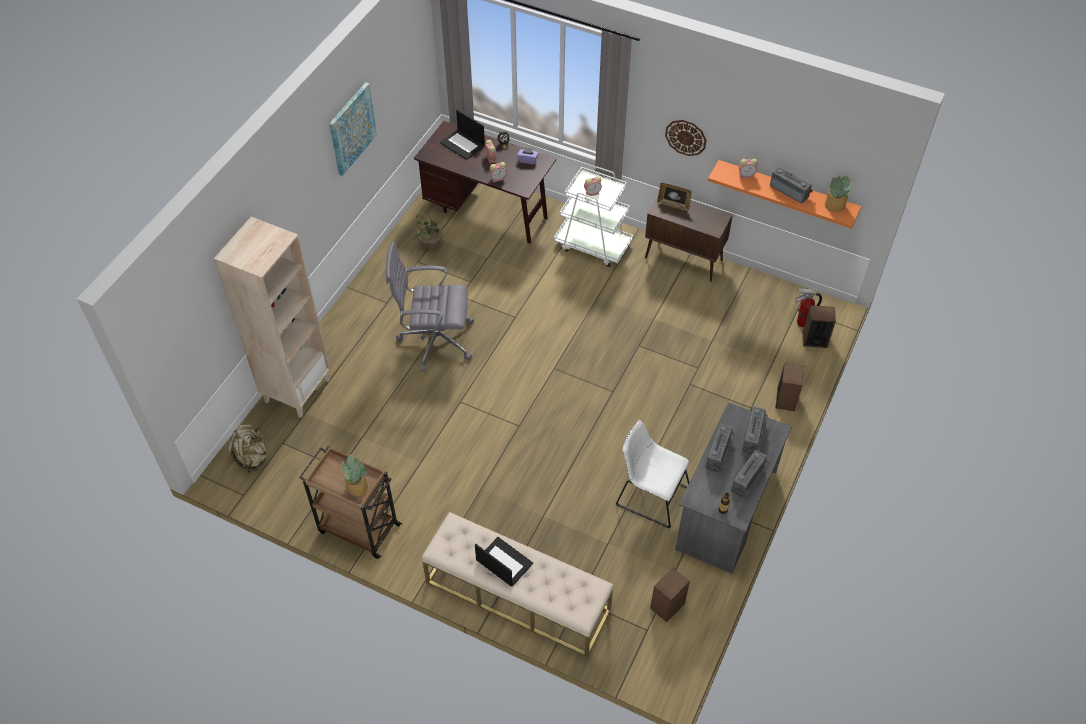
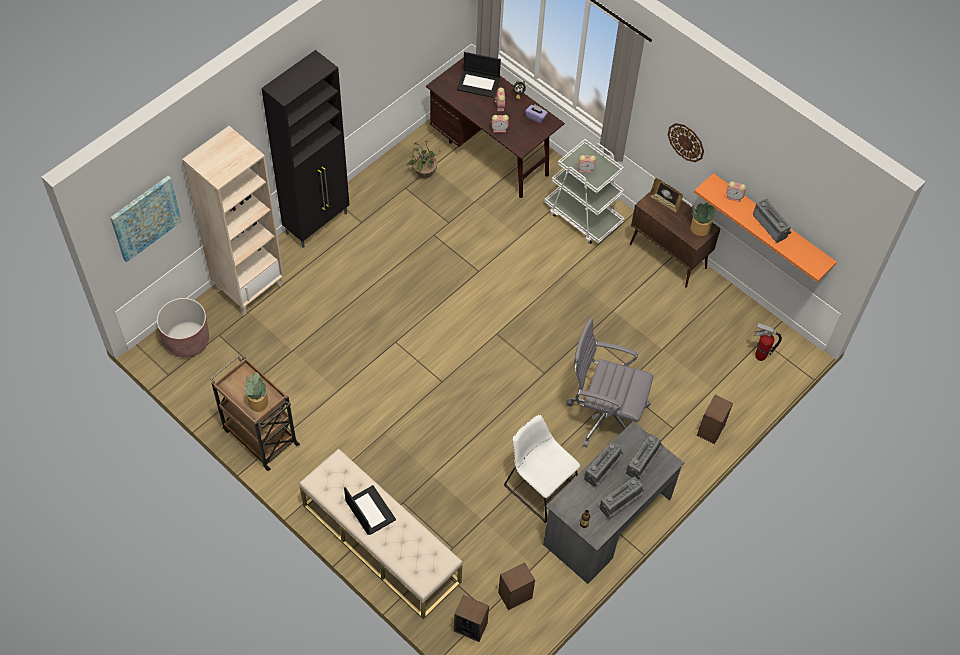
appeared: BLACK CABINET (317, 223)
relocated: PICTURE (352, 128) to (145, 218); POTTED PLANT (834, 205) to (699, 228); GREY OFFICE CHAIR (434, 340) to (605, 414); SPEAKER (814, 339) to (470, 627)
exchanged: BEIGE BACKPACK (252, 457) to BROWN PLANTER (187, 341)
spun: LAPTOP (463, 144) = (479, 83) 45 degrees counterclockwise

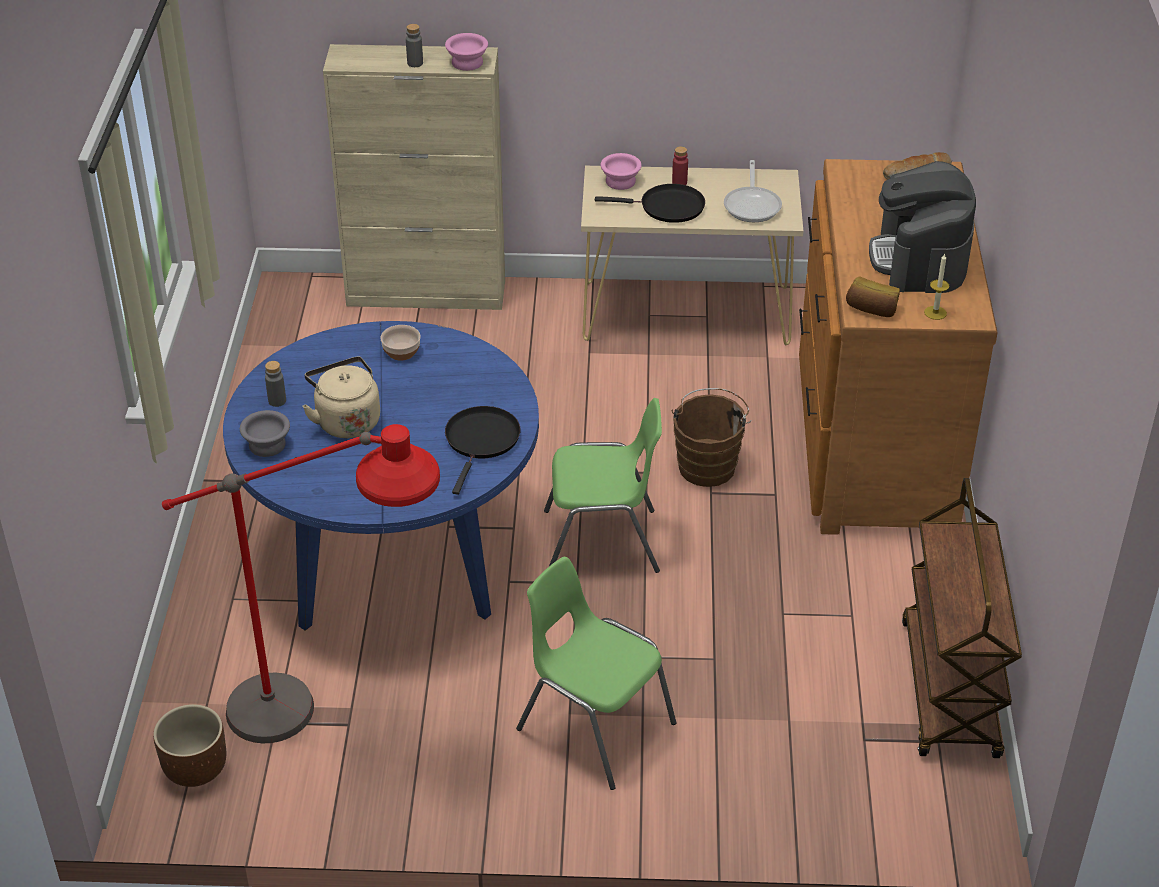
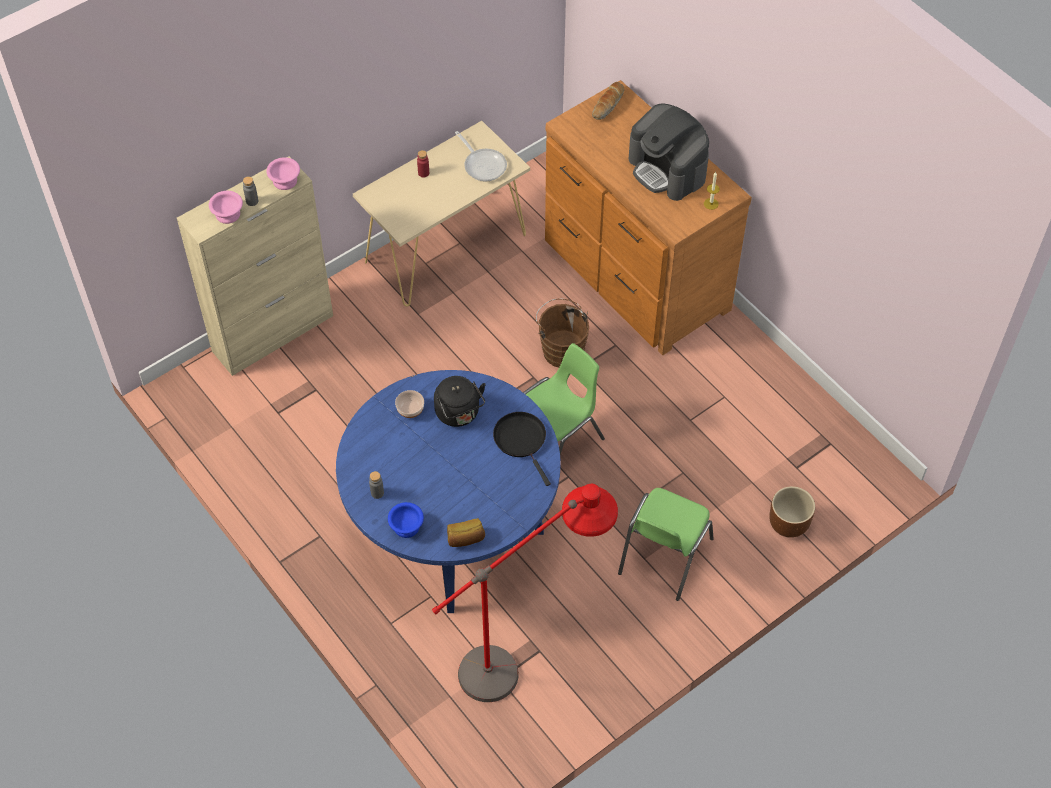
missing: BLACK FRYING PAN (667, 207); BEIGE KETTLE (346, 420); BROWN CART (950, 690)
appeared: BLACK KETTLE (459, 414)
relocated: PINK BOWL (620, 182) to (228, 215); BREAD (871, 309) to (466, 539); BROWN PLANTER (195, 769) to (788, 524)
colour: GREY BOWL (269, 445) to BLUE BOWL (407, 526)
spun: GREEN CHAIR (593, 726) = (663, 557) 60 degrees counterclockwise

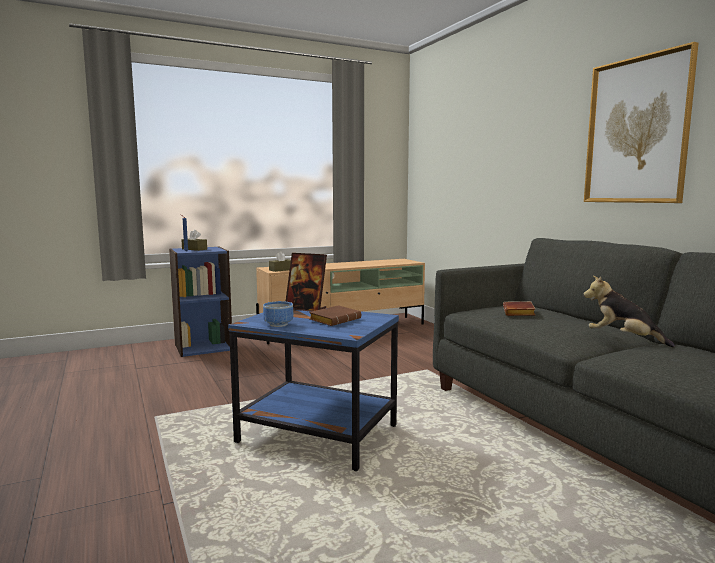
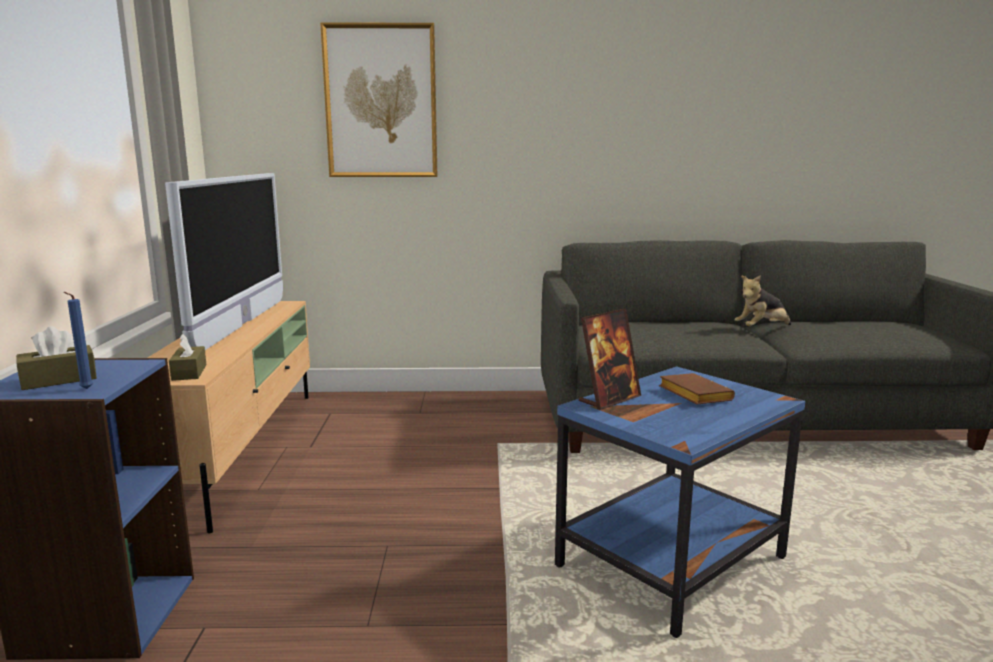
missing: BOWL (277, 324); BROWN BOOK (520, 313)
appeared: TELEVISION (242, 324)
relocated: PICTURE (636, 131) to (381, 102)

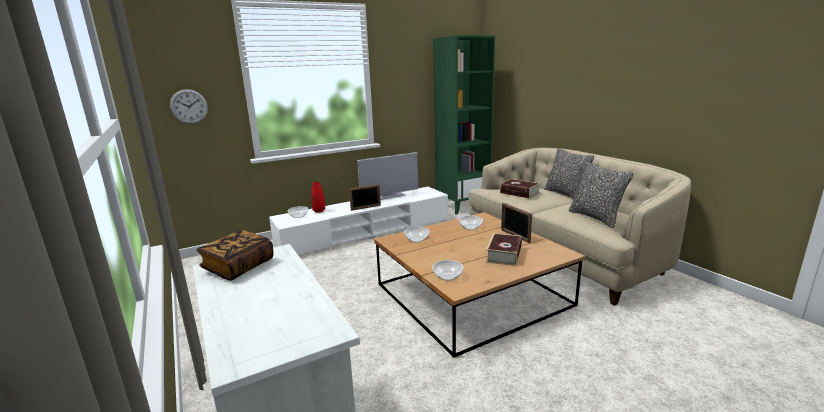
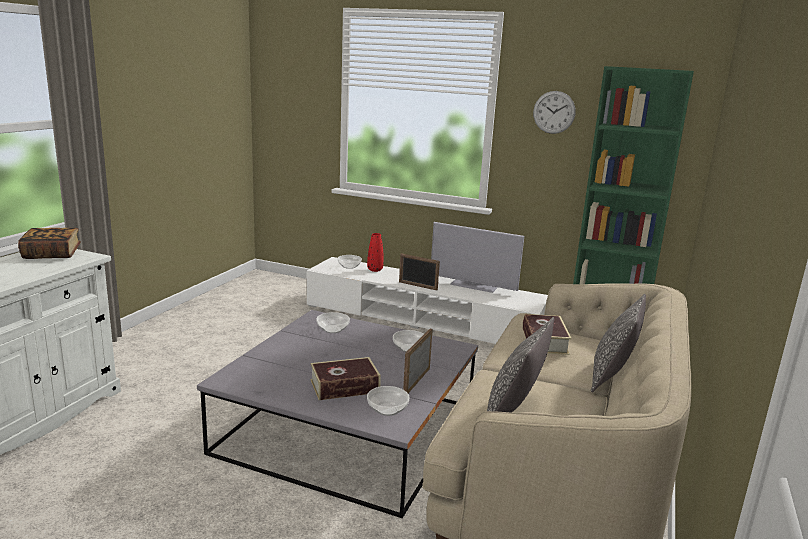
relocated: WALL CLOCK (189, 106) to (554, 112); BOWL (447, 277) to (387, 410)
colour: BROWN COFFEE TABLE (472, 294) to GREY COFFEE TABLE (348, 428)

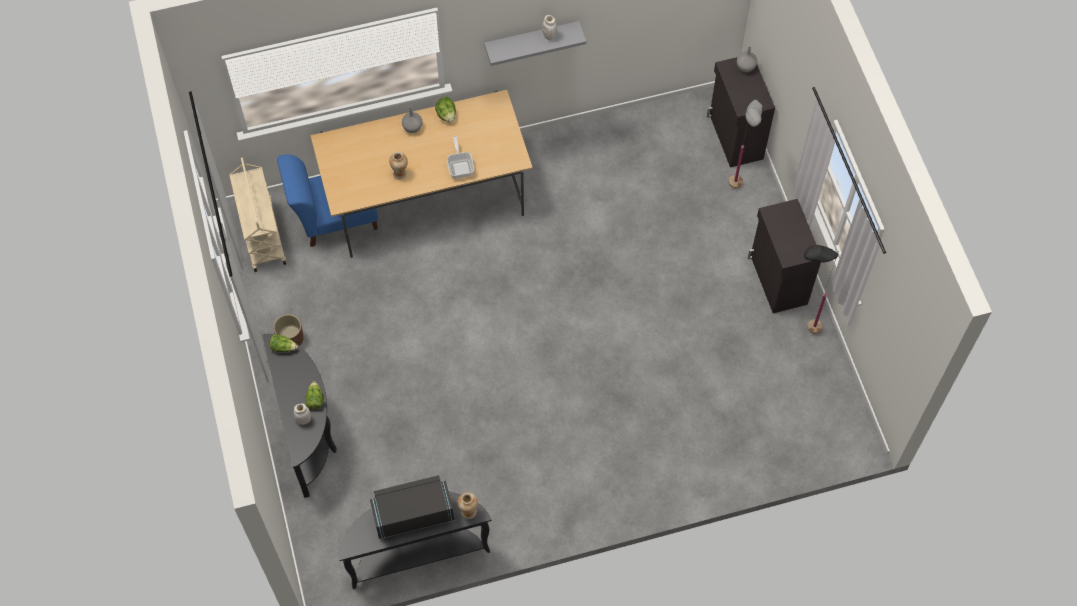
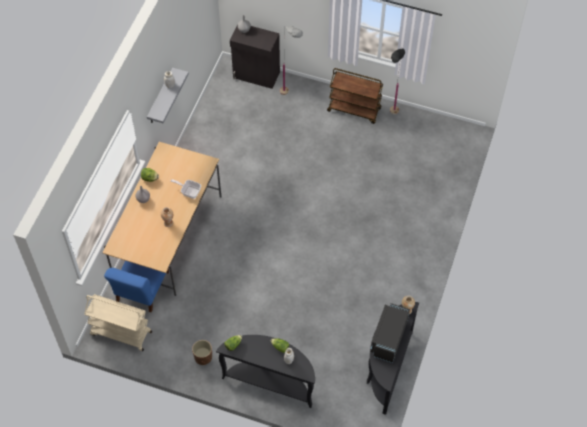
exchanged: BLACK CABINET (777, 280) to BROWN CART (354, 110)

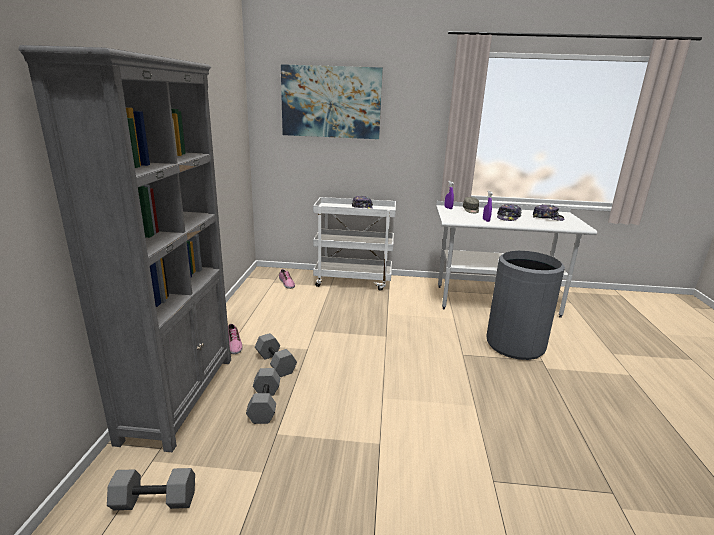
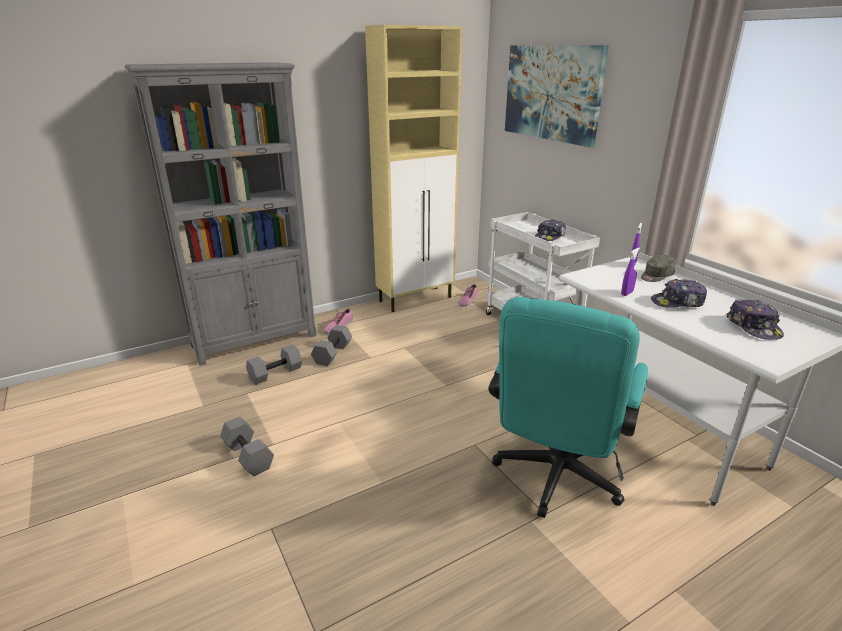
appeared: BEIGE CABINET (416, 299)
relocated: GREY DUMBBELL (156, 500) to (249, 456)
exchanged: GREY TRASH CAN (515, 345) to TURQUOISE OFFICE CHAIR (555, 479)

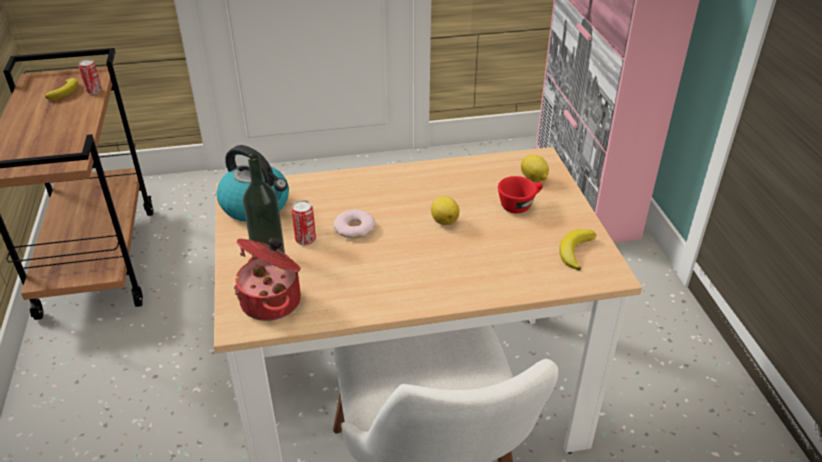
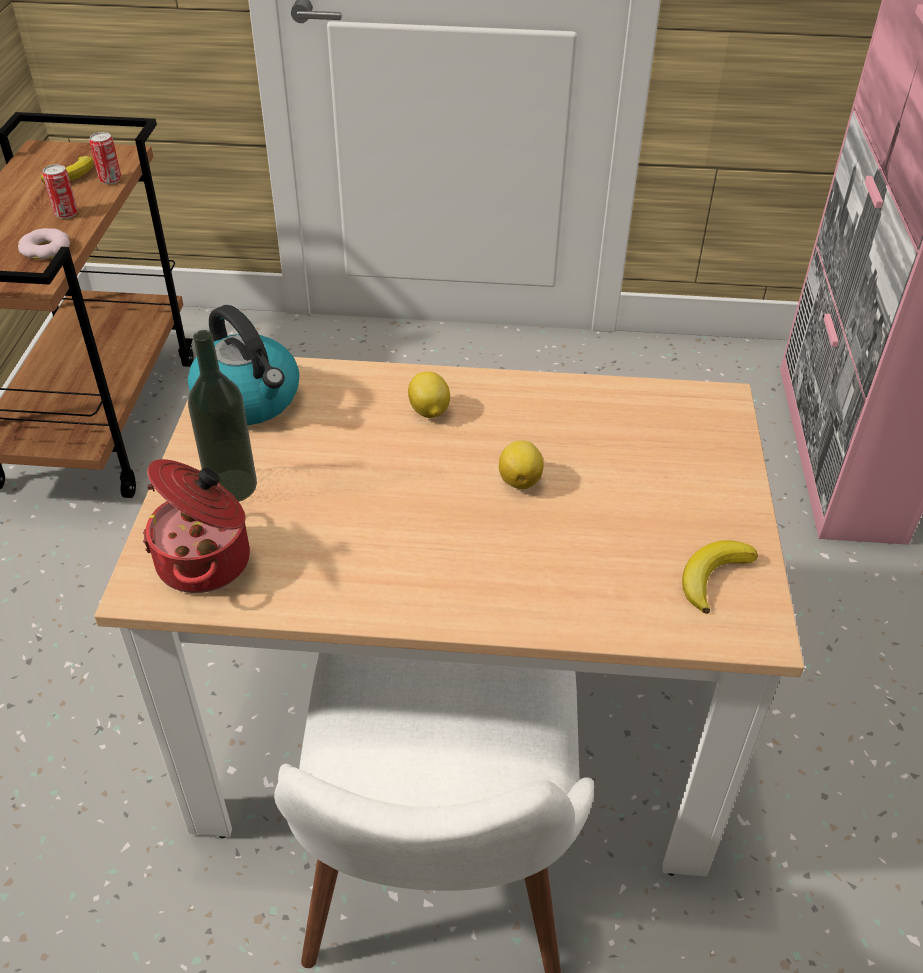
missing: RED CUP (519, 205)
relocated: LEMON (534, 179) to (429, 412); CAN (305, 240) to (66, 213); DONUT (354, 228) to (46, 249)

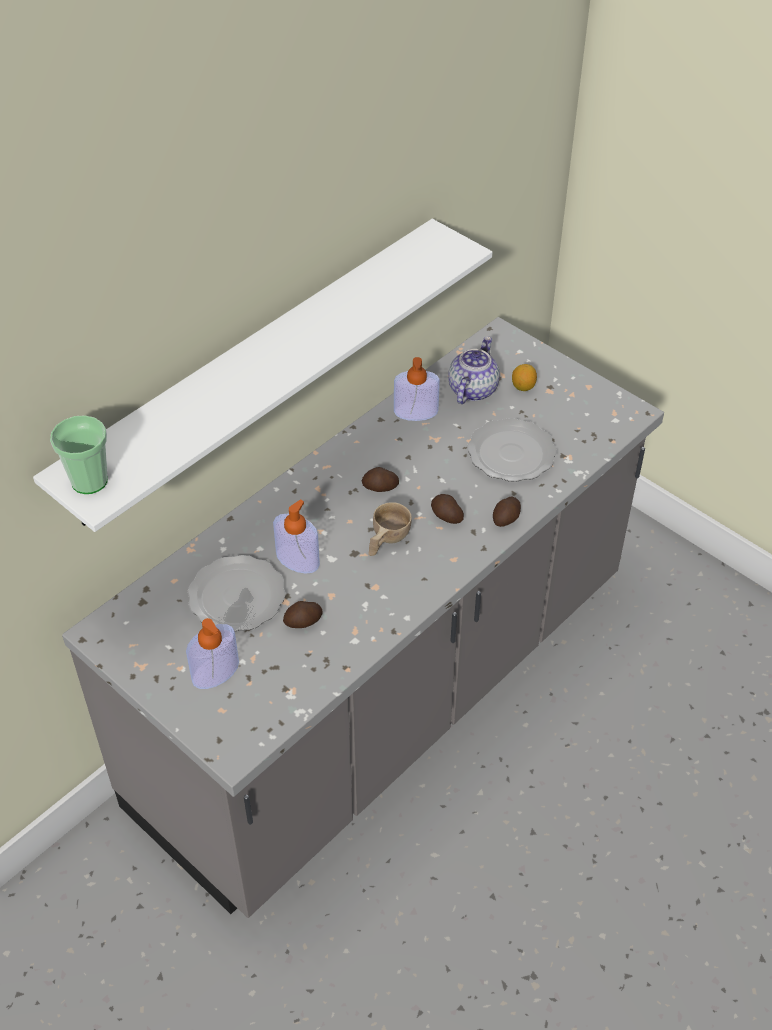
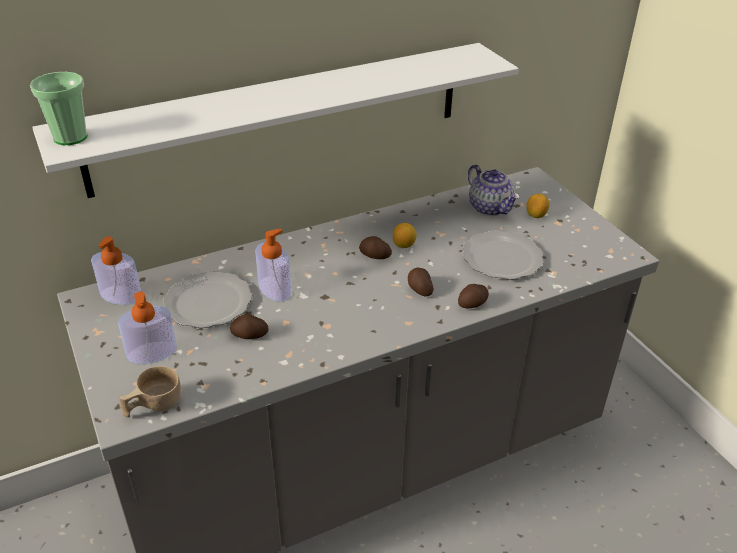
appeared: LEMON (404, 245)
relocated: SOAP DISPENSER (416, 412) to (121, 295); BEIGE CUP (386, 541) to (153, 406)
spun: TEAPOT (472, 389) = (490, 208) 105 degrees clockwise

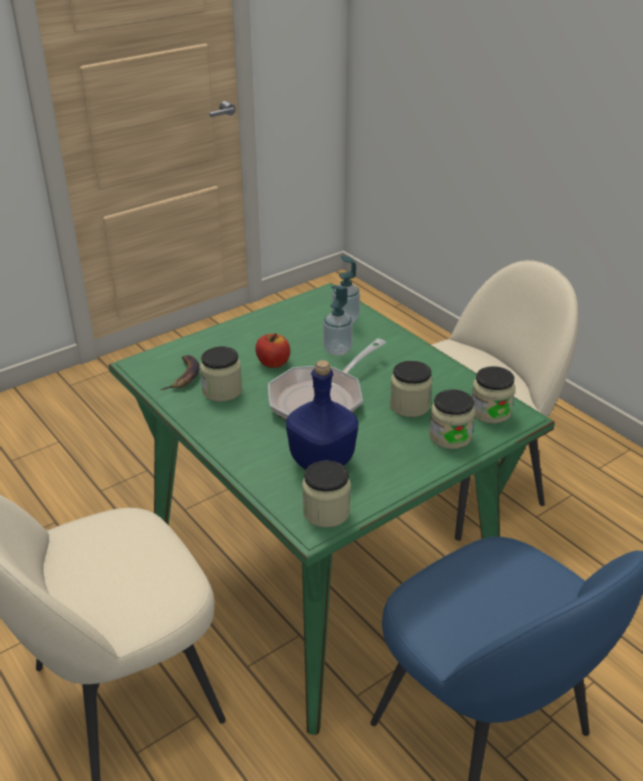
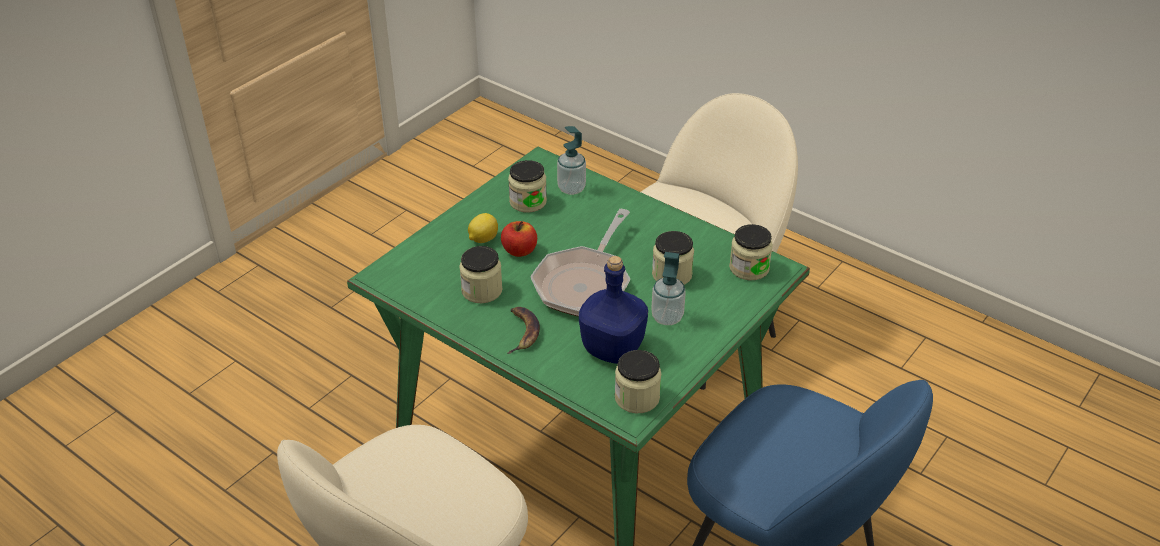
appeared: LEMON (482, 239)
relocated: SOAP DISPENSER (337, 350) to (667, 317); BANANA (183, 376) to (522, 332); JAR (450, 436) to (528, 202)

